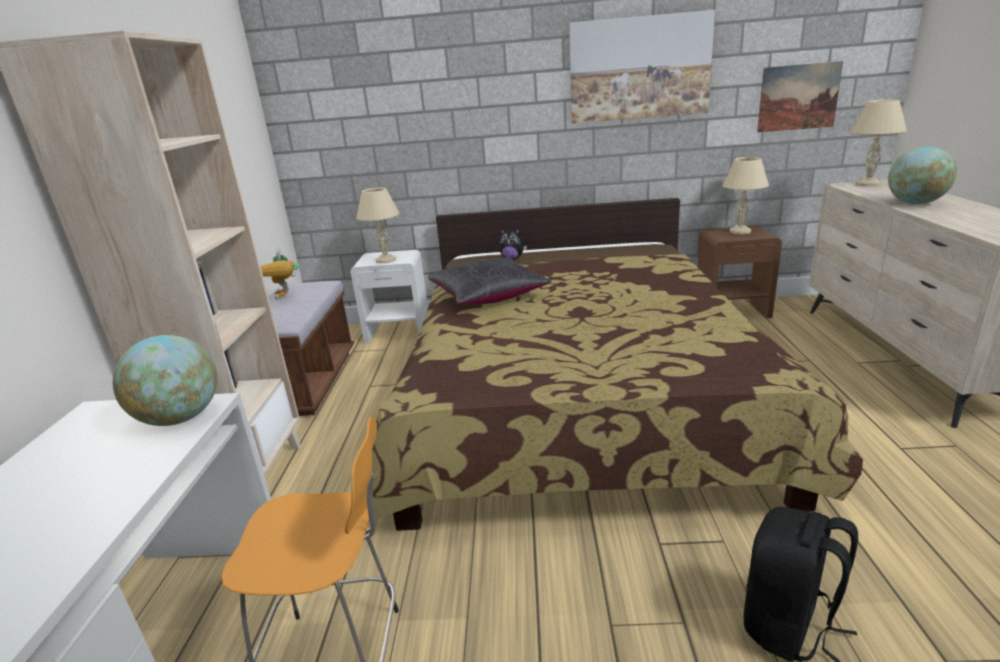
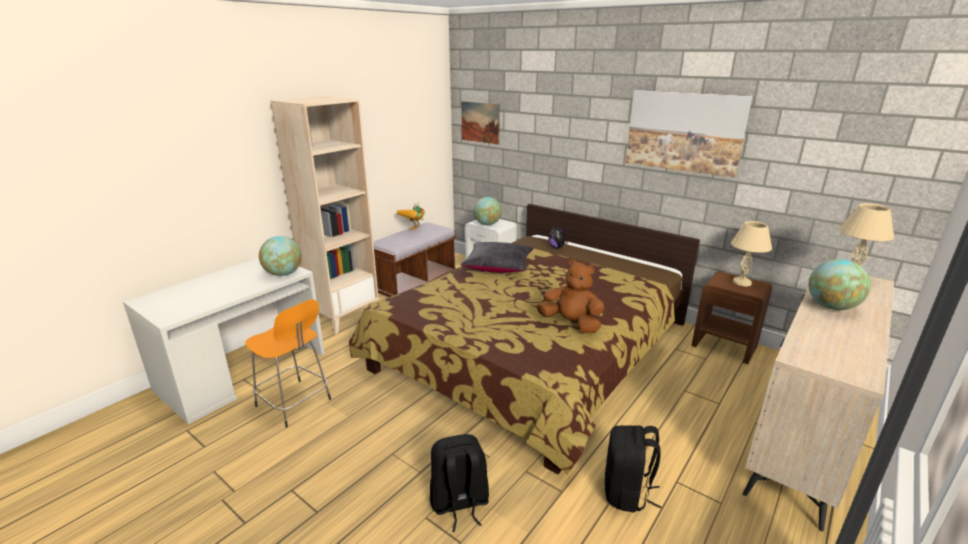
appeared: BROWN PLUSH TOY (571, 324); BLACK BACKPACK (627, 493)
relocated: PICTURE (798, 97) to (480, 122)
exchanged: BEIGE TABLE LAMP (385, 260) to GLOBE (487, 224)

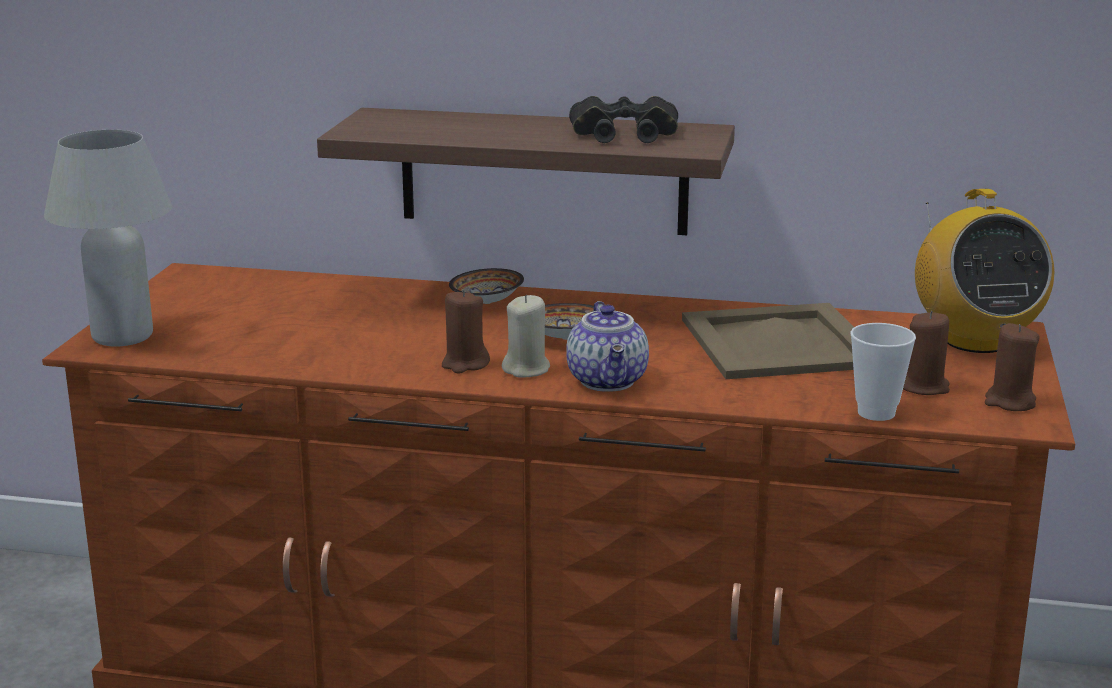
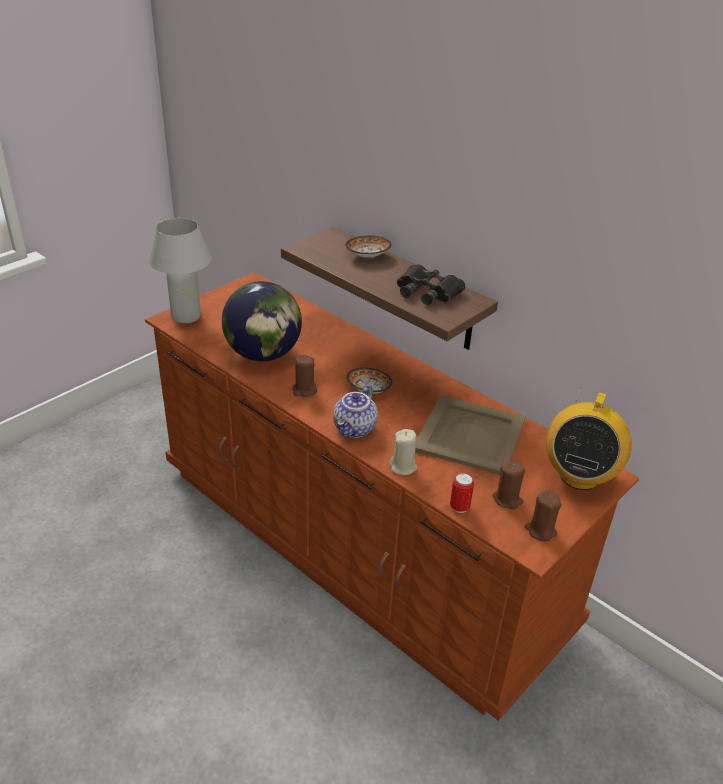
appeared: GLOBE (263, 354)
relocated: BOWL (484, 303) to (366, 255); BEIGE CANDLE (526, 369) to (403, 467)
exchanged: CUP (876, 413) to CAN (459, 507)

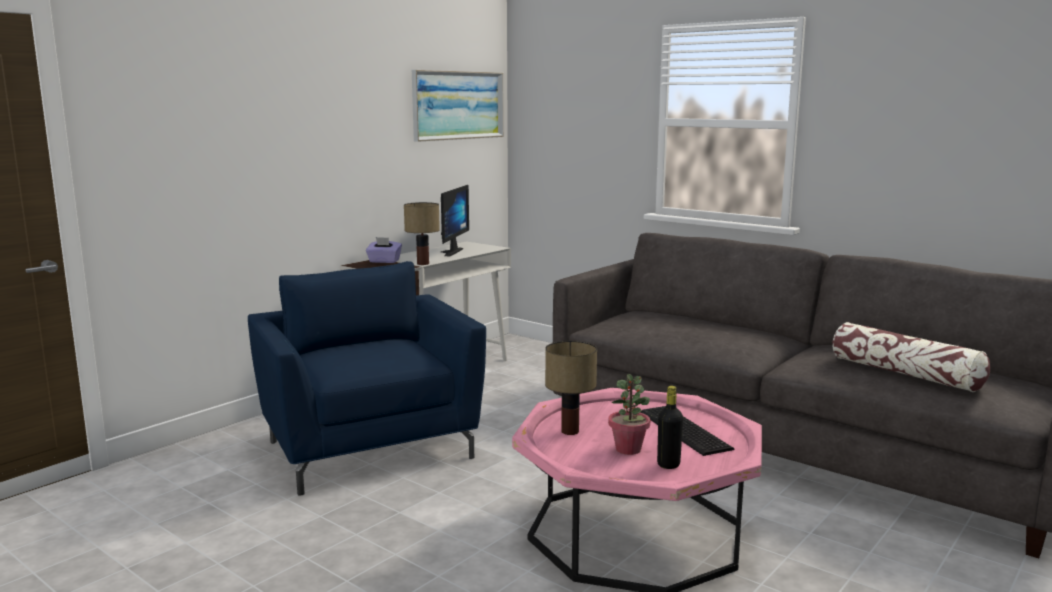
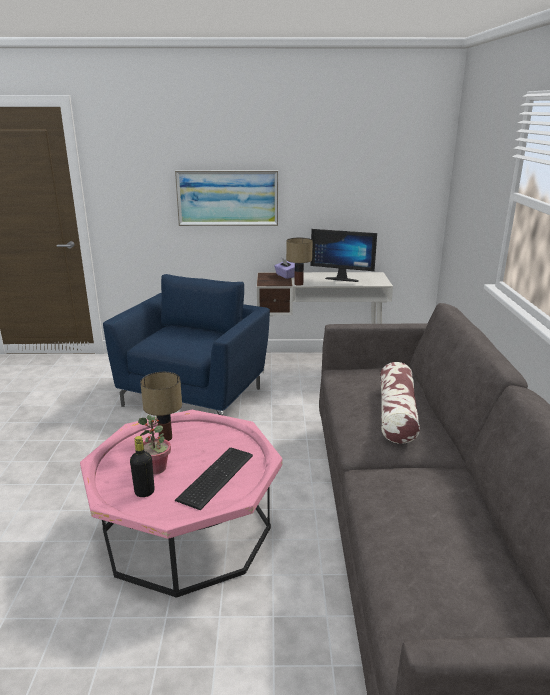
relocated: PICTURE (458, 105) to (227, 198); PILLOW (905, 374) to (396, 413)
spun: MONITOR (448, 252) = (342, 278) 45 degrees clockwise

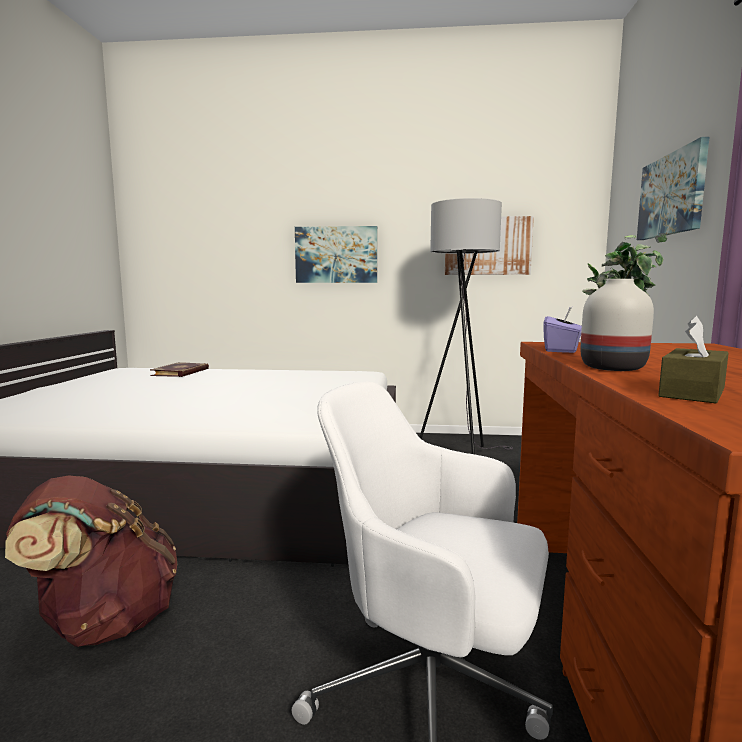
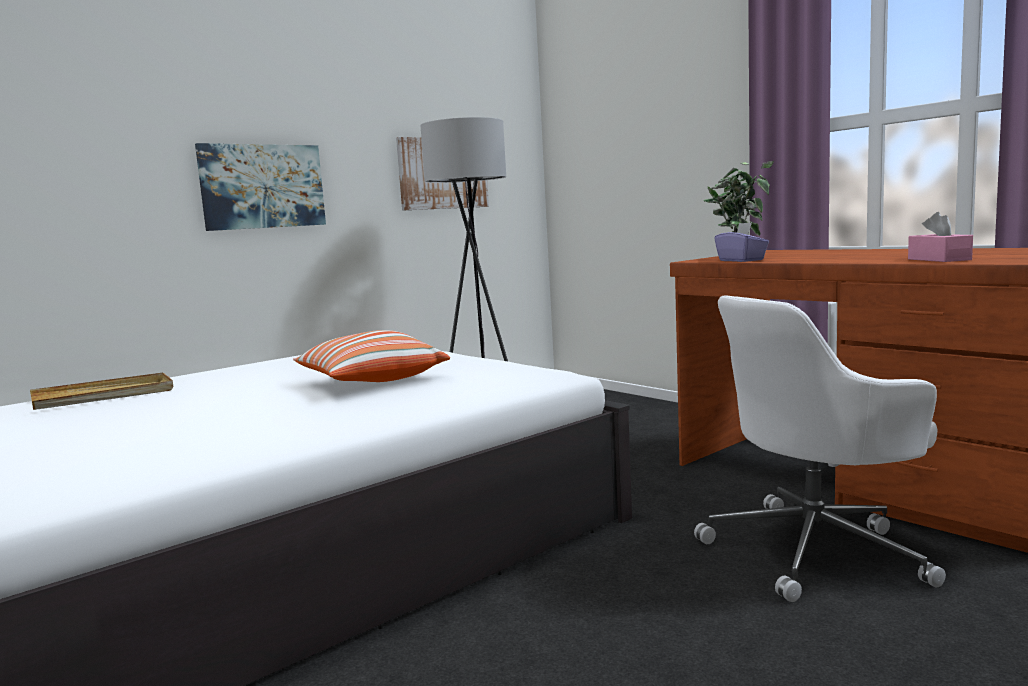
missing: PICTURE (672, 195); WHITE VASE (611, 367); BROWN BACKPACK (104, 622)
appeared: PILLOW (371, 381)
exchanged: BOOK (181, 372) to BEIGE TRAY (104, 396)
colour: BROWN TISSUE BOX (692, 392) to PINK TISSUE BOX (939, 259)

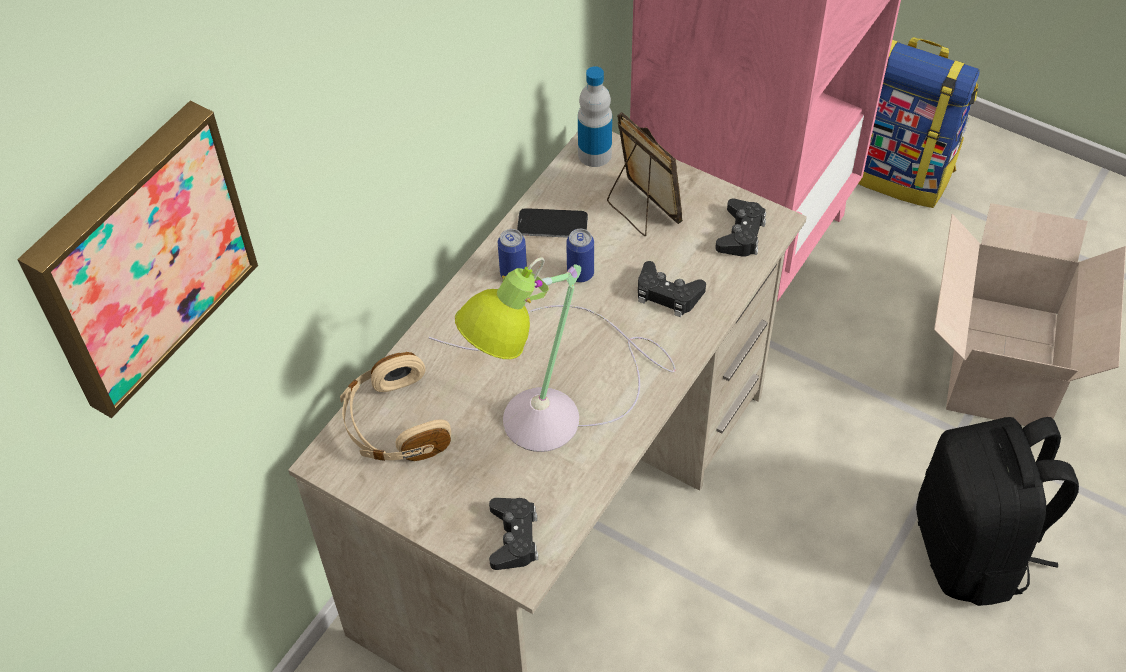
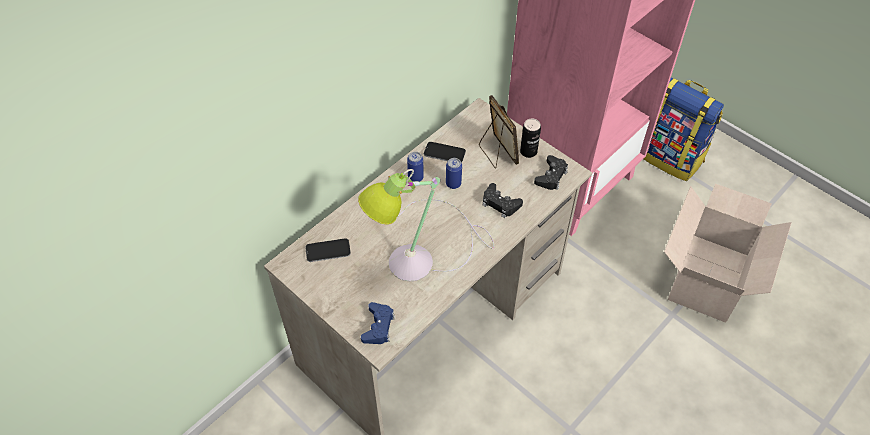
missing: BOTTLE (594, 154); PICTURE (138, 256); BLACK BACKPACK (973, 550)
appeared: CAN (528, 151)
exchanged: BEIGE HEADPHONES (394, 424) to PHONE (328, 251)
colour: BLACK GAME CONTROLLER (513, 537) to BLUE GAME CONTROLLER (378, 326)

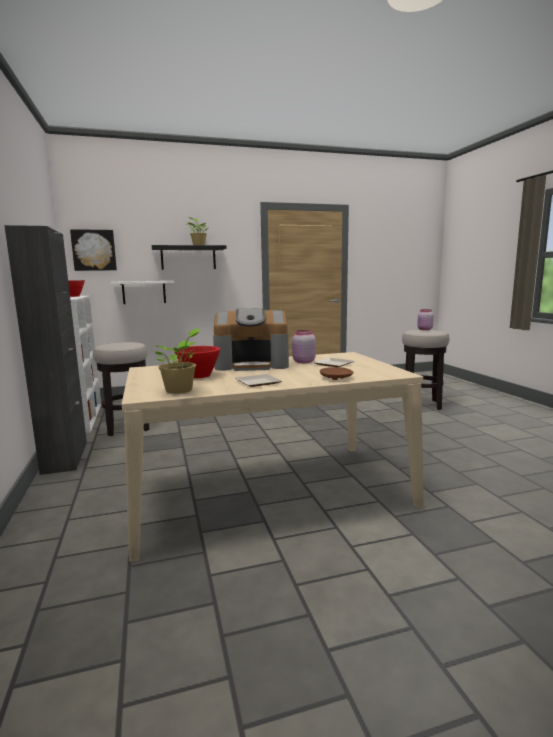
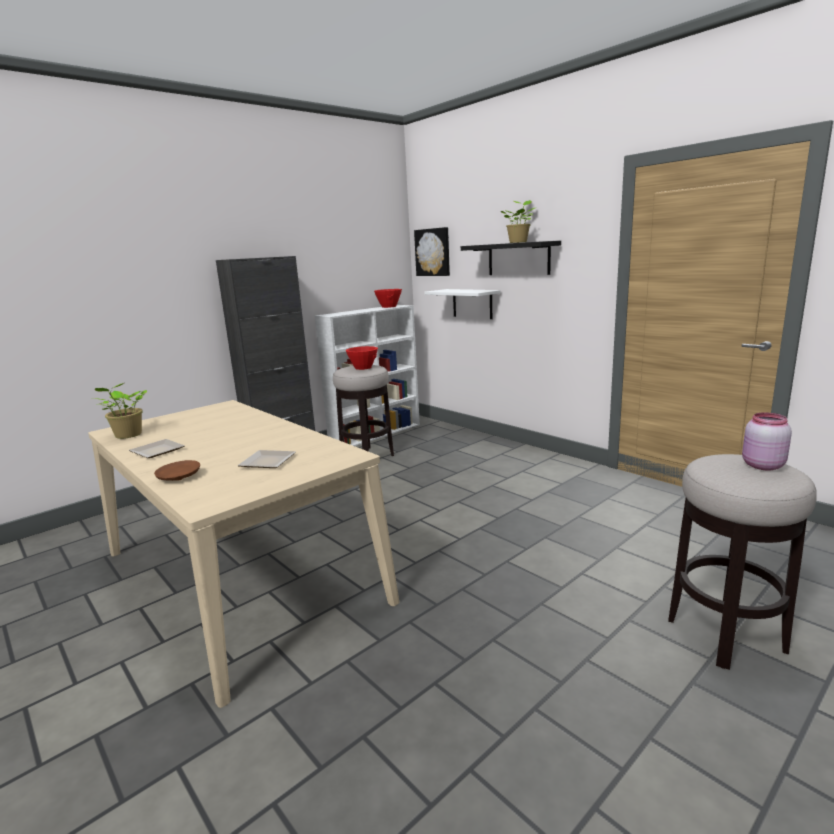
missing: COFFEE MACHINE (252, 364); PINK JAR (303, 362)
relocated: RED BOWL (198, 375) to (363, 367)

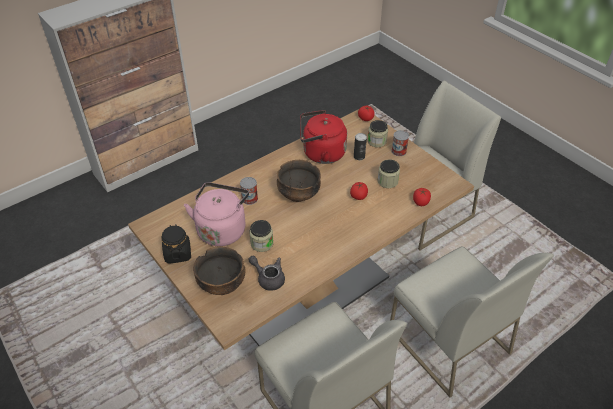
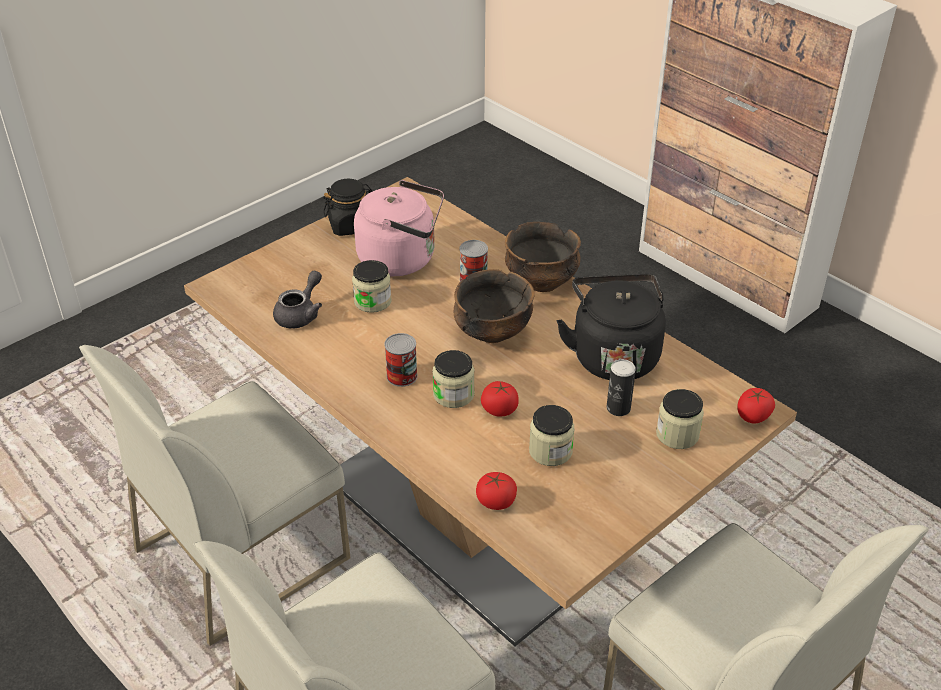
appeared: JAR (453, 394)
relocated: CAN (398, 151) to (402, 376); BOWL (222, 284) to (542, 281)
colour: RED KETTLE (321, 153) to BLACK KETTLE (613, 355)

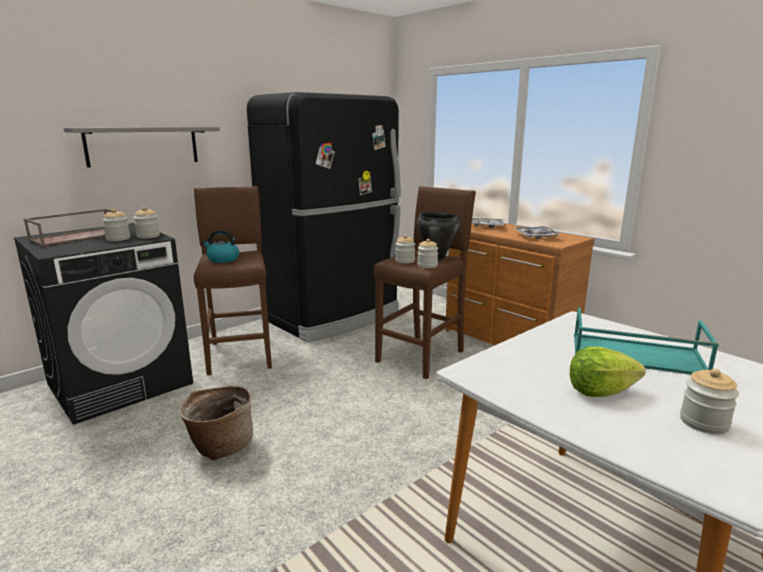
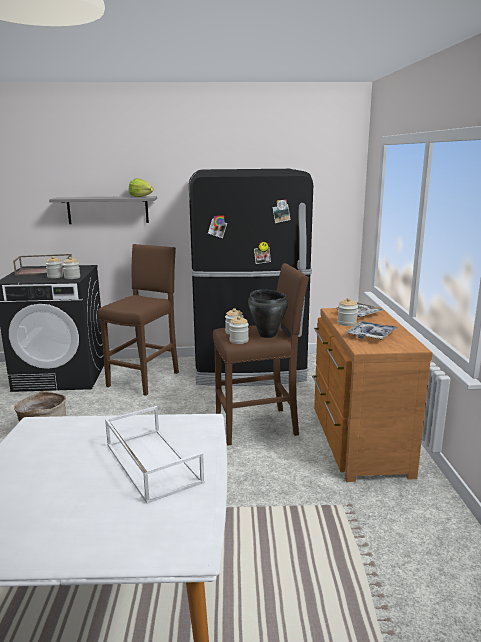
missing: KETTLE (222, 259)
relocated: LETTUCE (600, 391) to (141, 197); JAR (704, 422) to (347, 323)
colour: TURQUOISE TRAY (635, 355) to WHITE TRAY (151, 463)

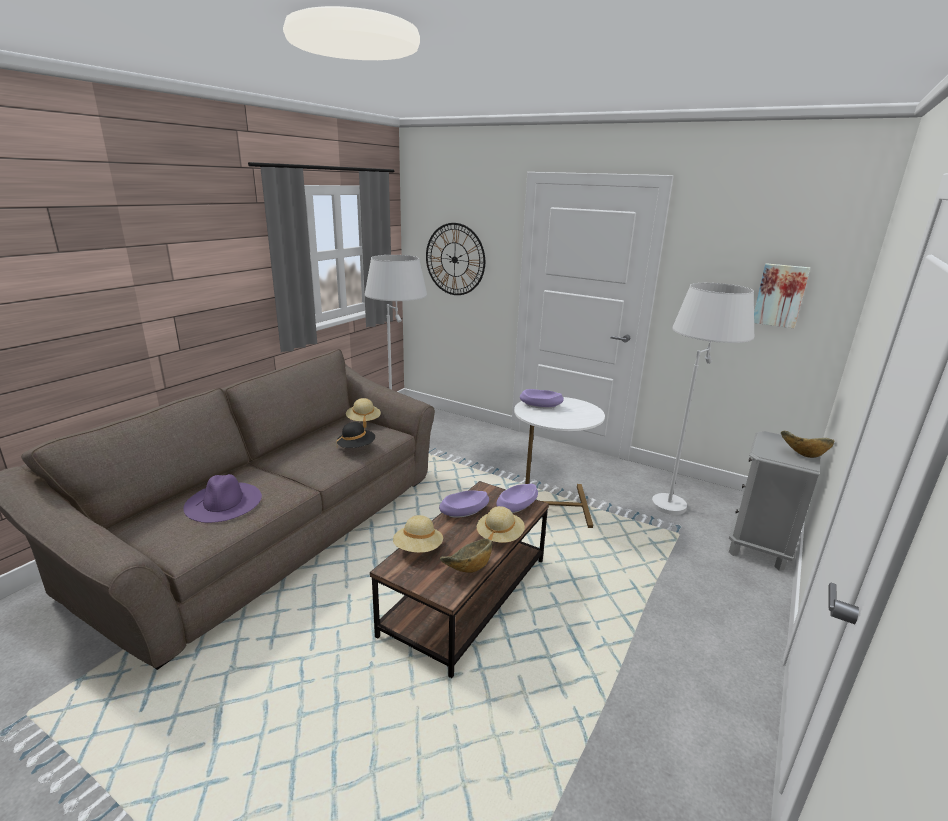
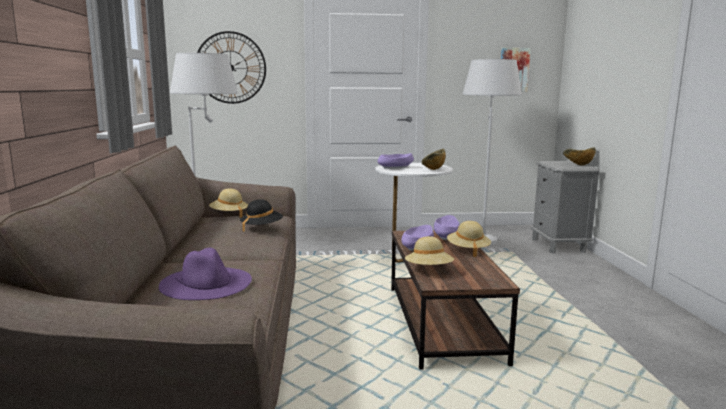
relocated: BOWL (467, 569) to (432, 170)

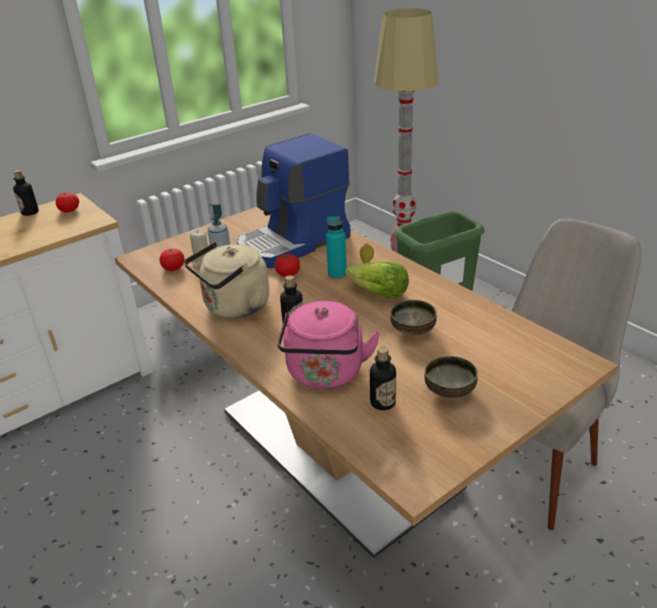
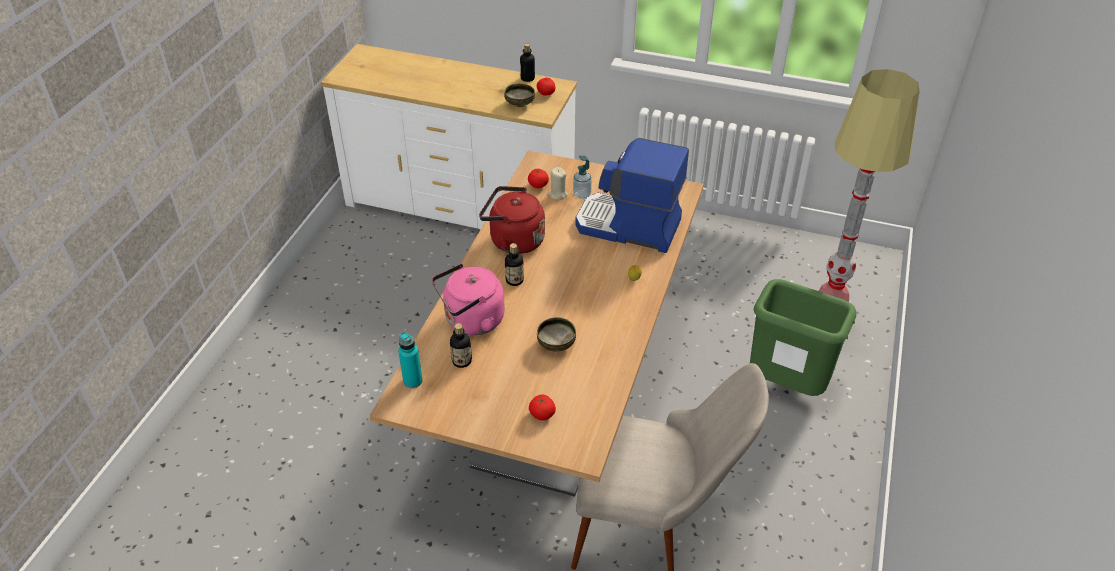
missing: LETTUCE (378, 293)
relocated: TURQUOISE BOTTLE (337, 274) to (413, 381); TOMATO (288, 274) to (542, 414); BOWL (449, 391) to (519, 104)
colour: BEIGE KETTLE (234, 307) to RED KETTLE (513, 240)

